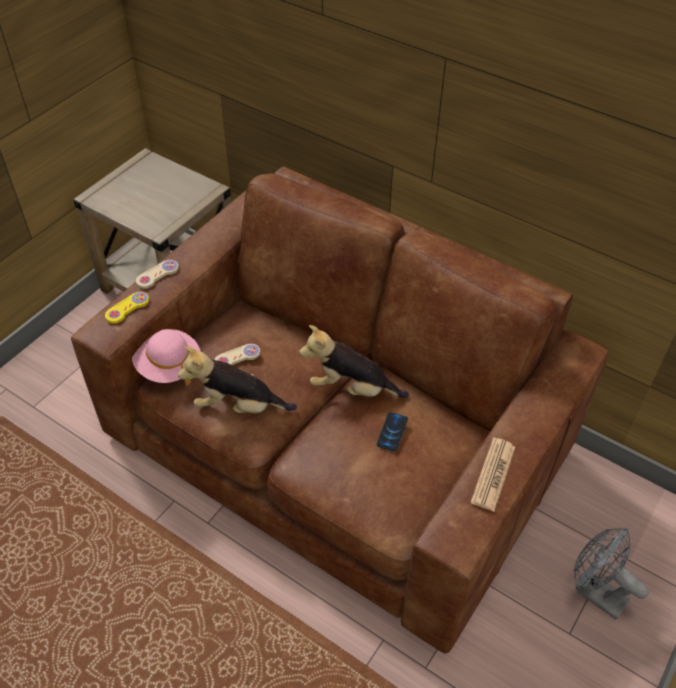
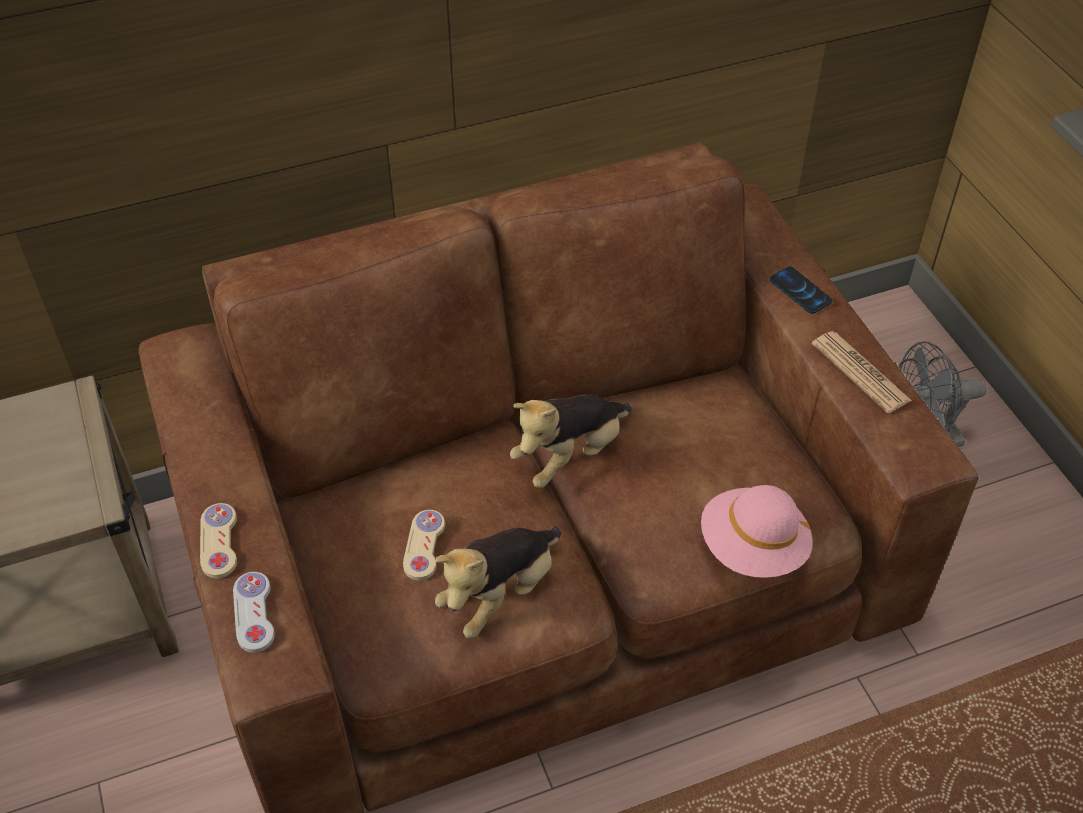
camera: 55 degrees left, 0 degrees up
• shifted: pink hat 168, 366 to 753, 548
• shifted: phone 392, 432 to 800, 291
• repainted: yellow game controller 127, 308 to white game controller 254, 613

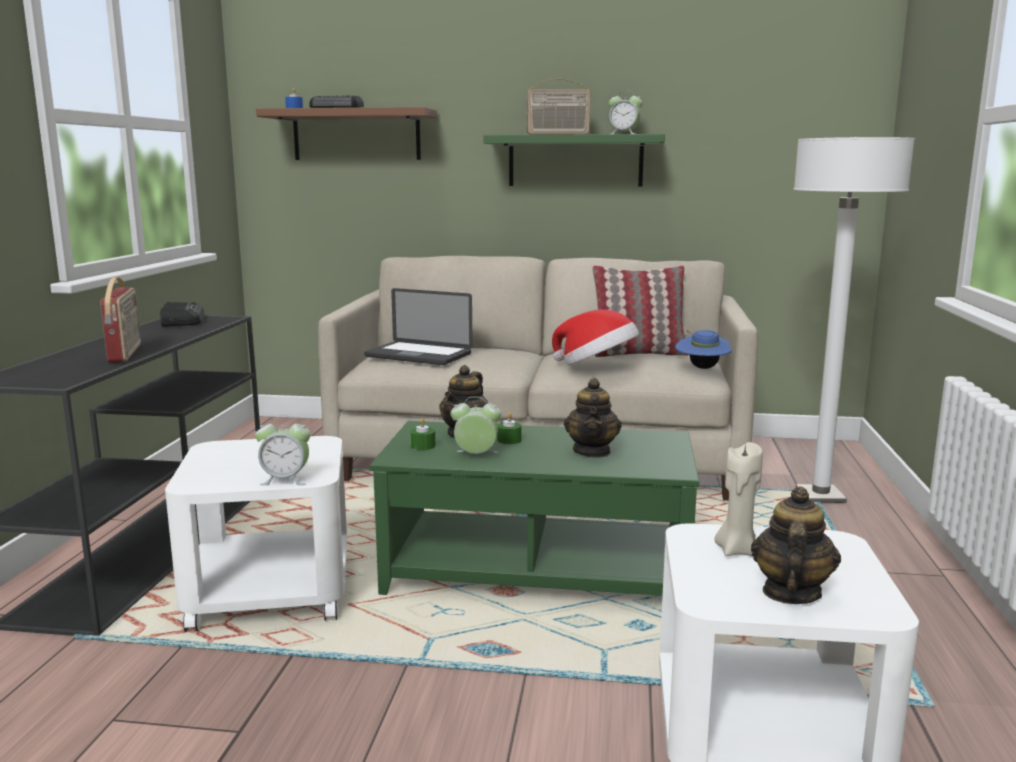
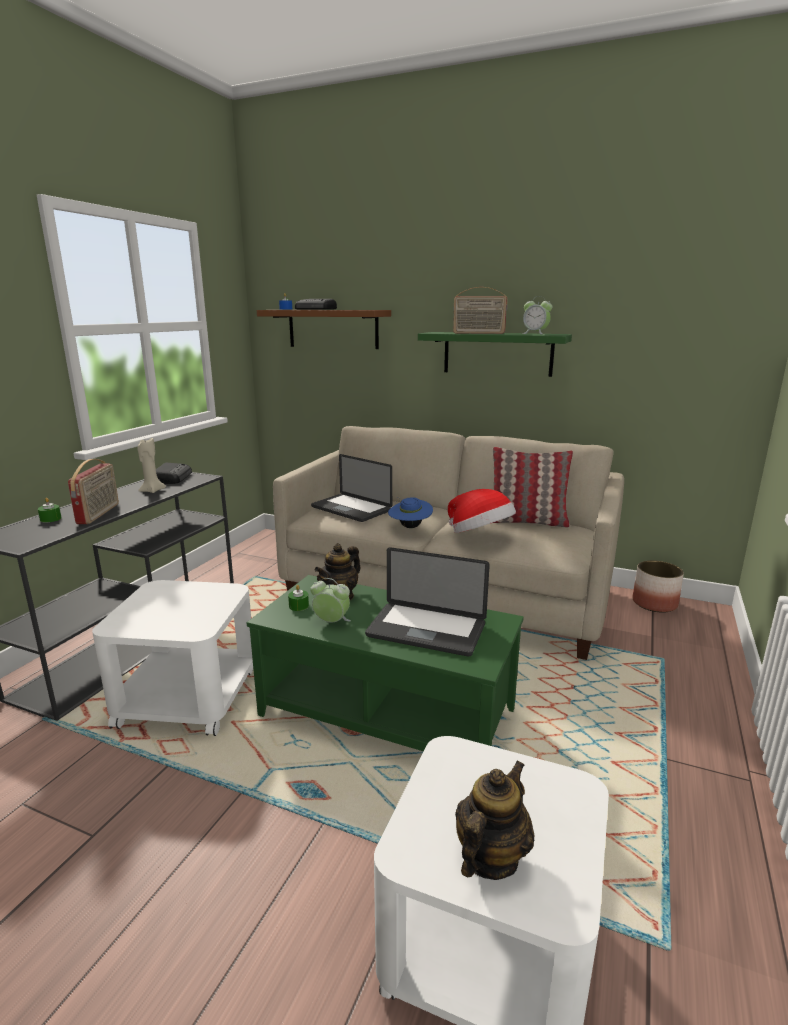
camera: 15 degrees right, 5 degrees up
• gone: alarm clock 285, 480
• gone: white floor lamp 820, 496
• new: planter 655, 603
• shifted: green candle 509, 440 to 50, 519
• shifted: blue hat 702, 368 to 410, 527
• shifted: beige candle 736, 550 to 152, 491
• swapped: teapot 592, 451 to laptop 426, 630

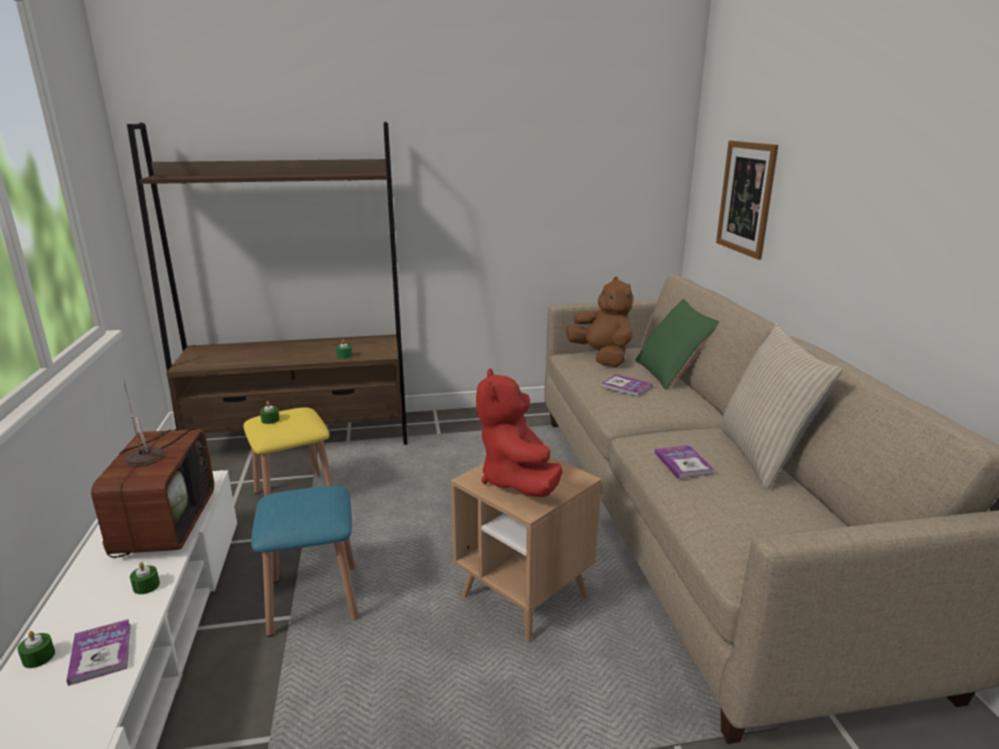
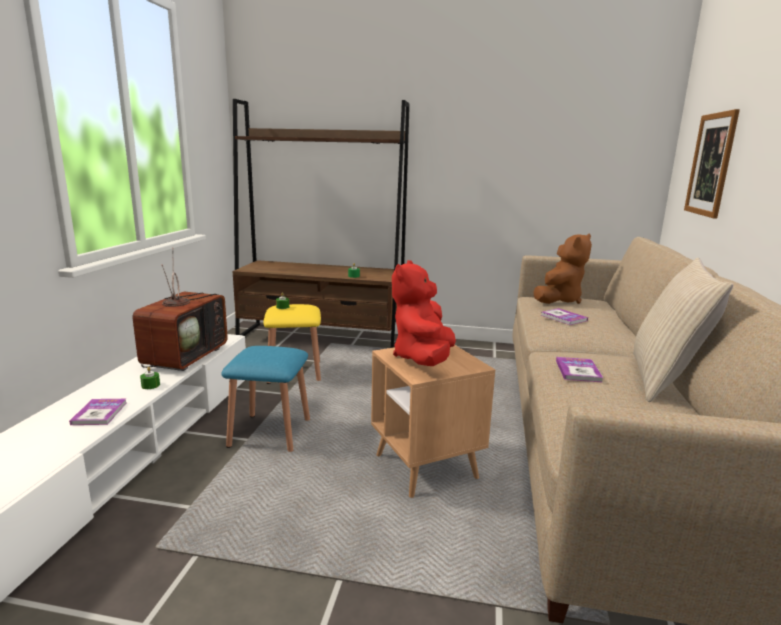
camera: 20 degrees right, 5 degrees down
• gone: green candle 39, 657
• gone: green pillow 671, 373
• rotated: brown plush toy 602, 357 = 558, 300 45 degrees clockwise

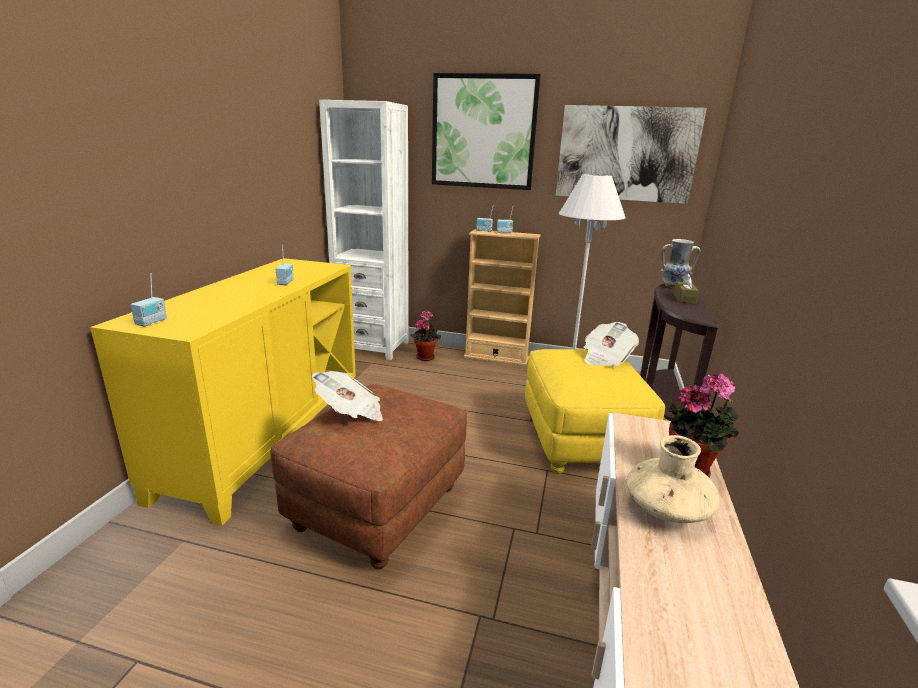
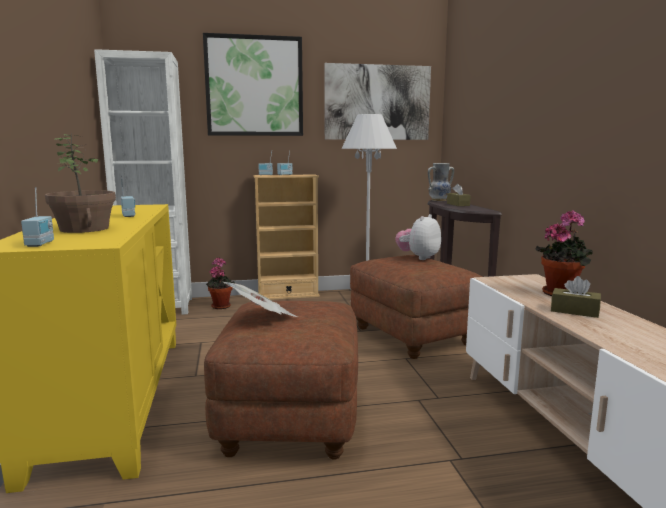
camera: 25 degrees left, 10 degrees down
• new: potted plant 85, 229
• swapped: newspaper 606, 358 to plush toy 418, 257
• swapped: beige vase 666, 509 to brown tissue box 574, 311
• repainted: yellow ottoman 581, 442 to brown ottoman 413, 335

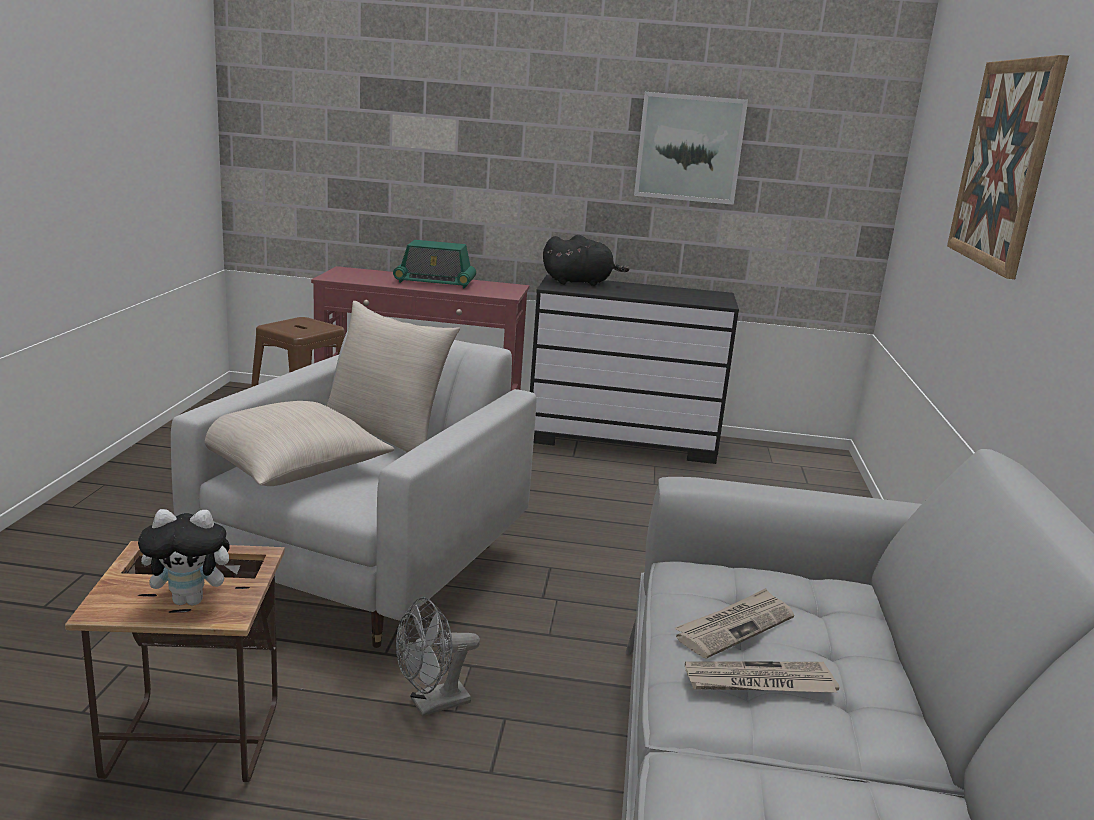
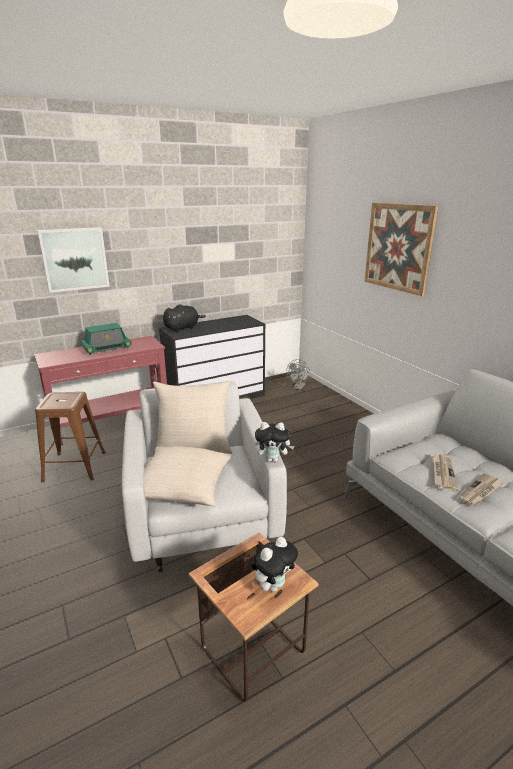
camera: 35 degrees left, 5 degrees up
• new: plush toy 273, 459
• shifted: grey fan 432, 704 to 298, 387
• shifted: picture 689, 148 to 74, 259

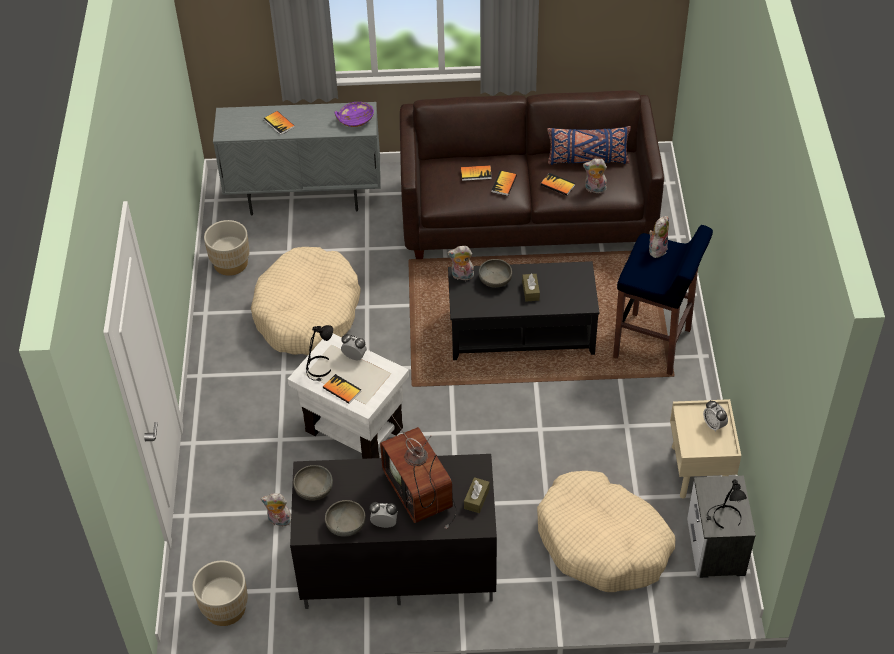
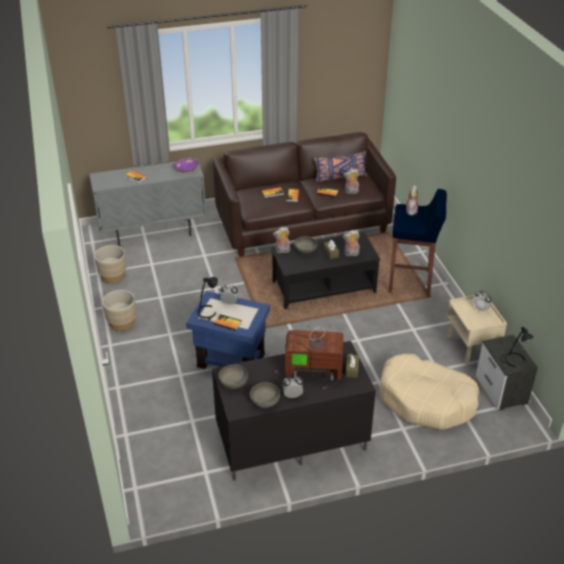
camera: 15 degrees left, 10 degrees down
• gone: beige dog bed 307, 313
• shifted: beige planter 225, 608 to 122, 322
• shifted: plush toy 279, 521 to 351, 254
• repainted: white side table 354, 428 to blue side table 231, 360
• rotated: television 421, 492 = 311, 372 135 degrees clockwise

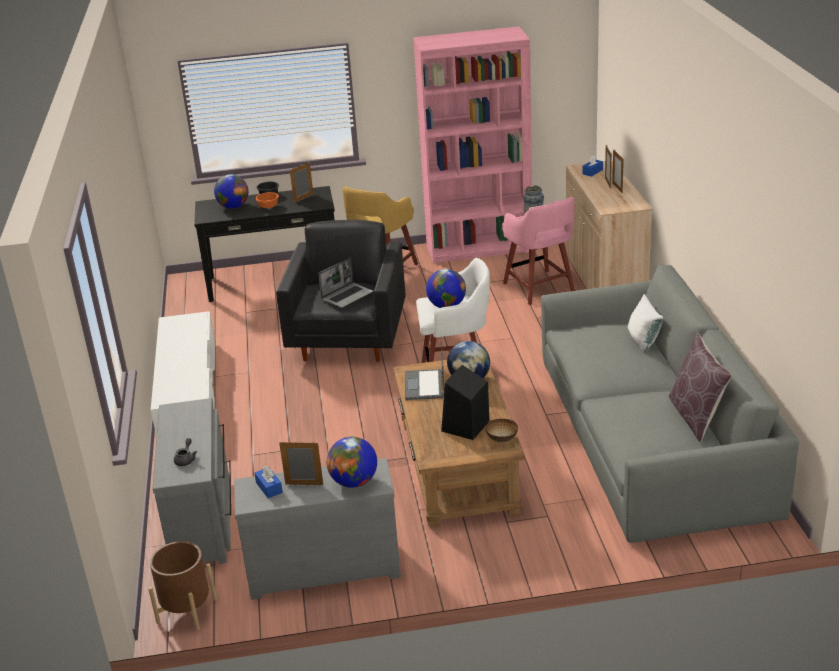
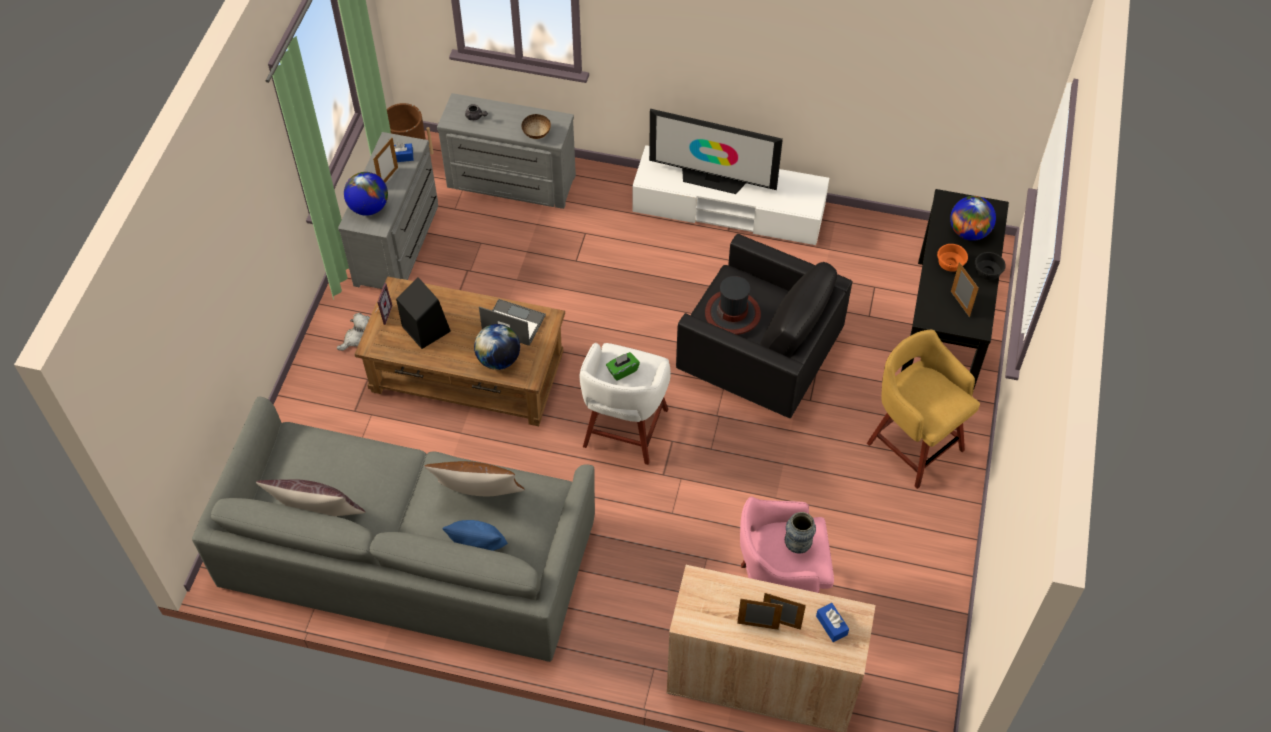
camera: 110 degrees right, 25 degrees up
• gone: pink bookcase 479, 248
• new: plush toy 357, 338
• new: picture frame 382, 314
• new: brown pillow 479, 497
• new: television 712, 179
• shifted: bowl 502, 439 to 536, 134
• swapped: laptop 347, 296 to hat 733, 313
• swapped: globe 446, 306 to green tissue box 622, 371
• repainted: white pillow 643, 341 to blue pillow 478, 546

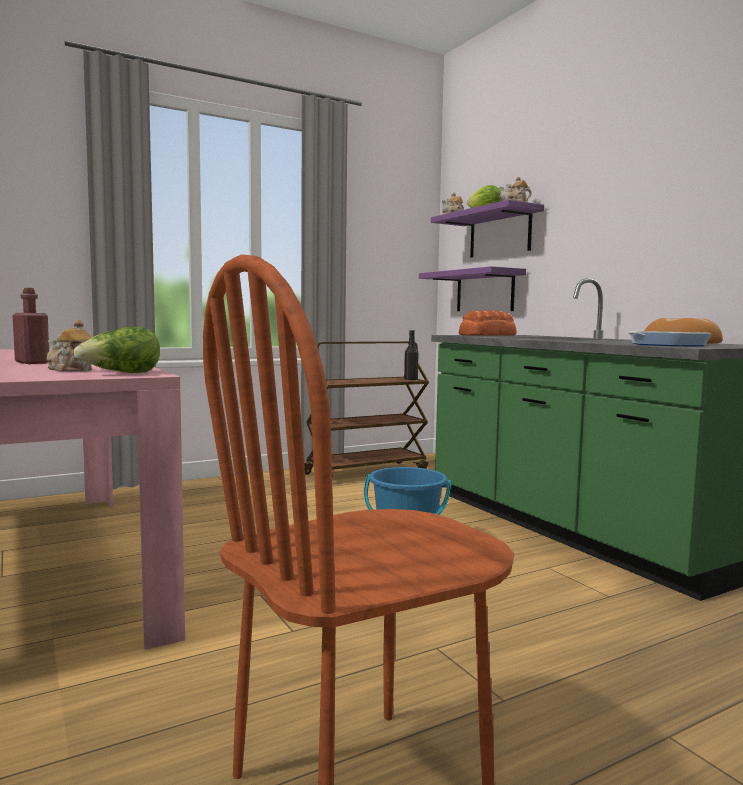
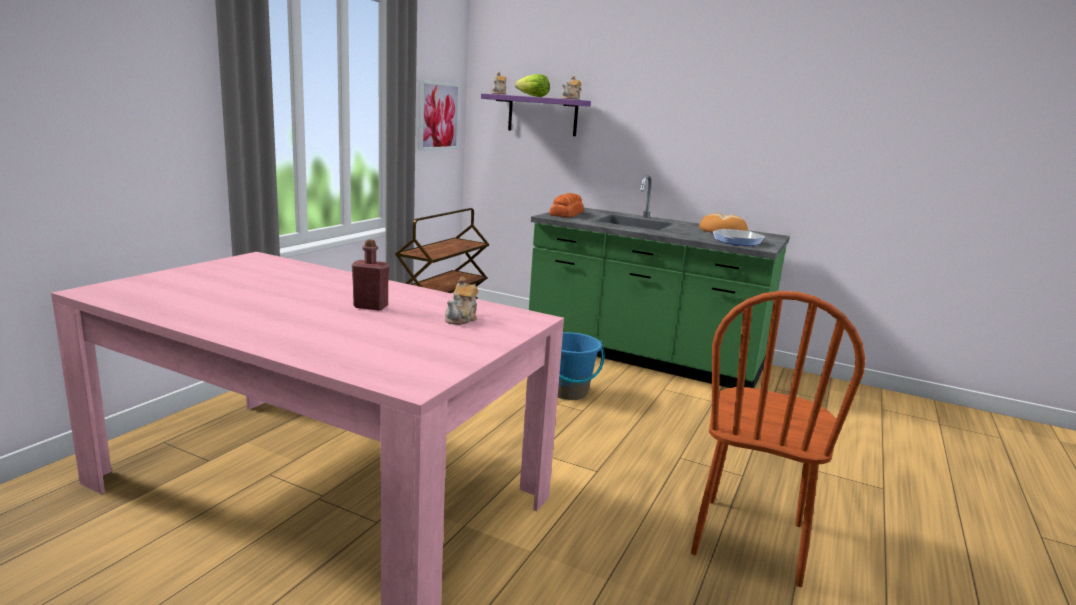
camera: 35 degrees left, 10 degrees up
• gone: lettuce 121, 373
• gone: black bottle 411, 379
• gone: purple shelf 485, 291
• new: picture 438, 116
• rotated: teapot 70, 370 = 462, 319 60 degrees counterclockwise

